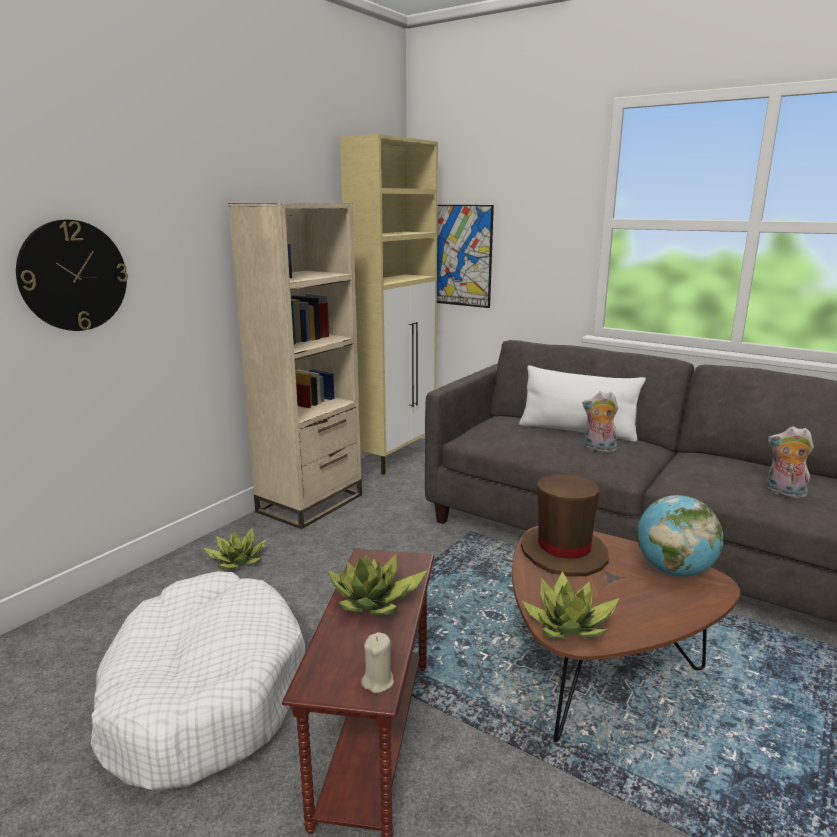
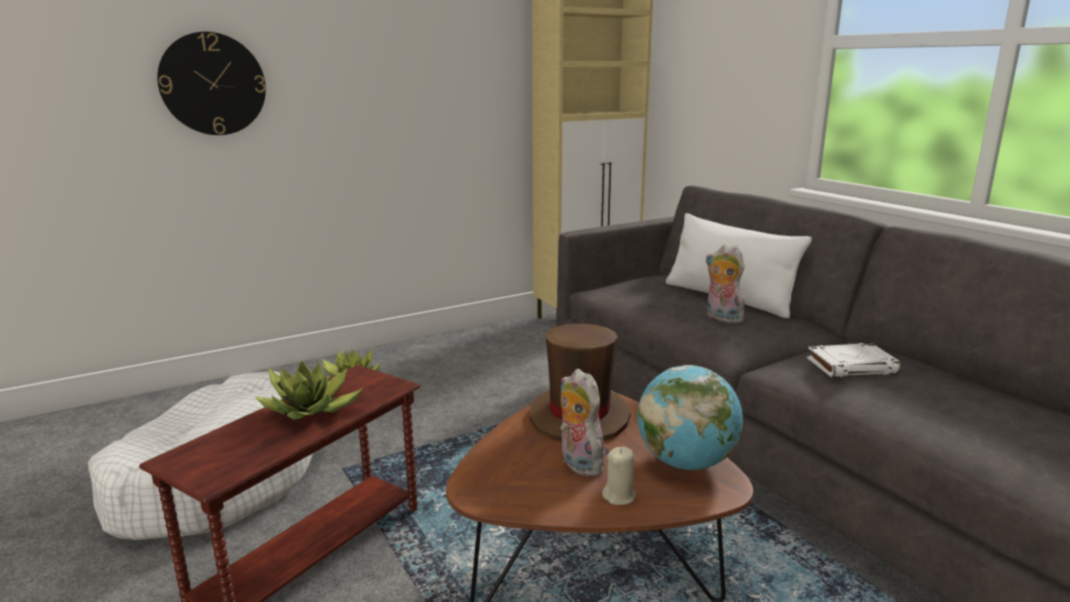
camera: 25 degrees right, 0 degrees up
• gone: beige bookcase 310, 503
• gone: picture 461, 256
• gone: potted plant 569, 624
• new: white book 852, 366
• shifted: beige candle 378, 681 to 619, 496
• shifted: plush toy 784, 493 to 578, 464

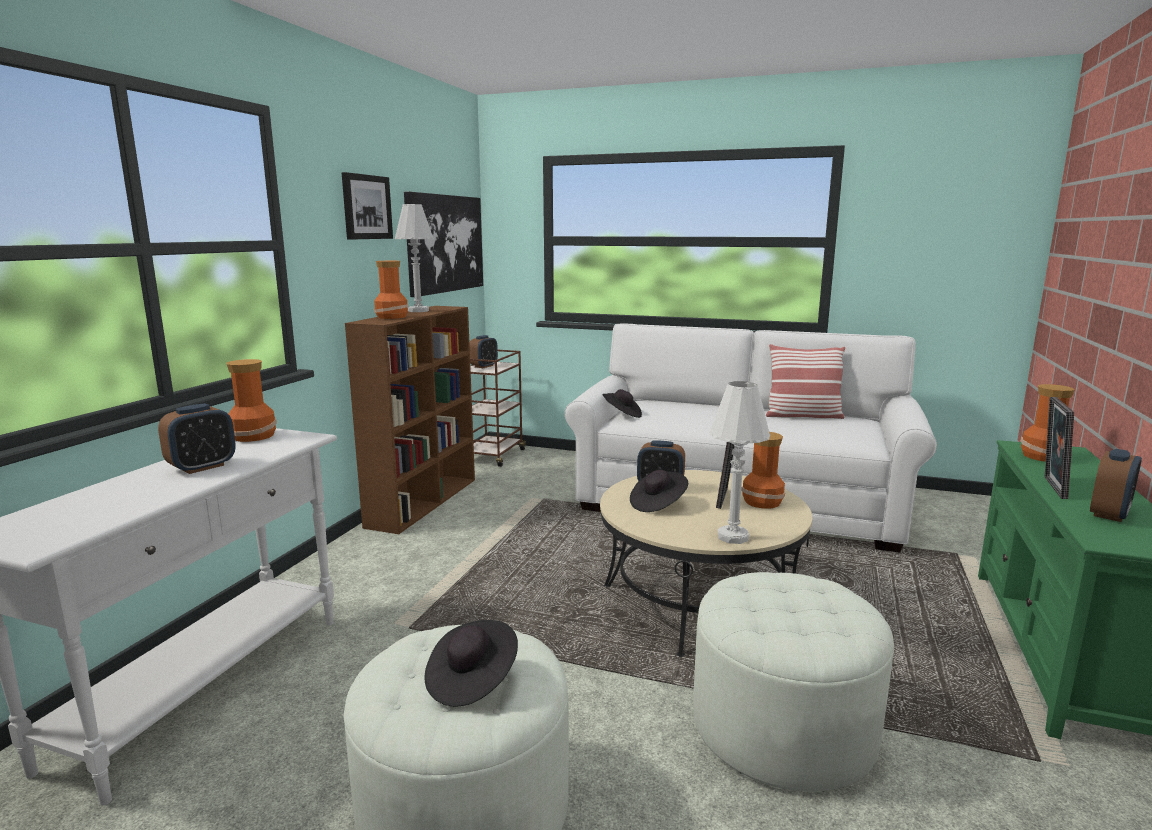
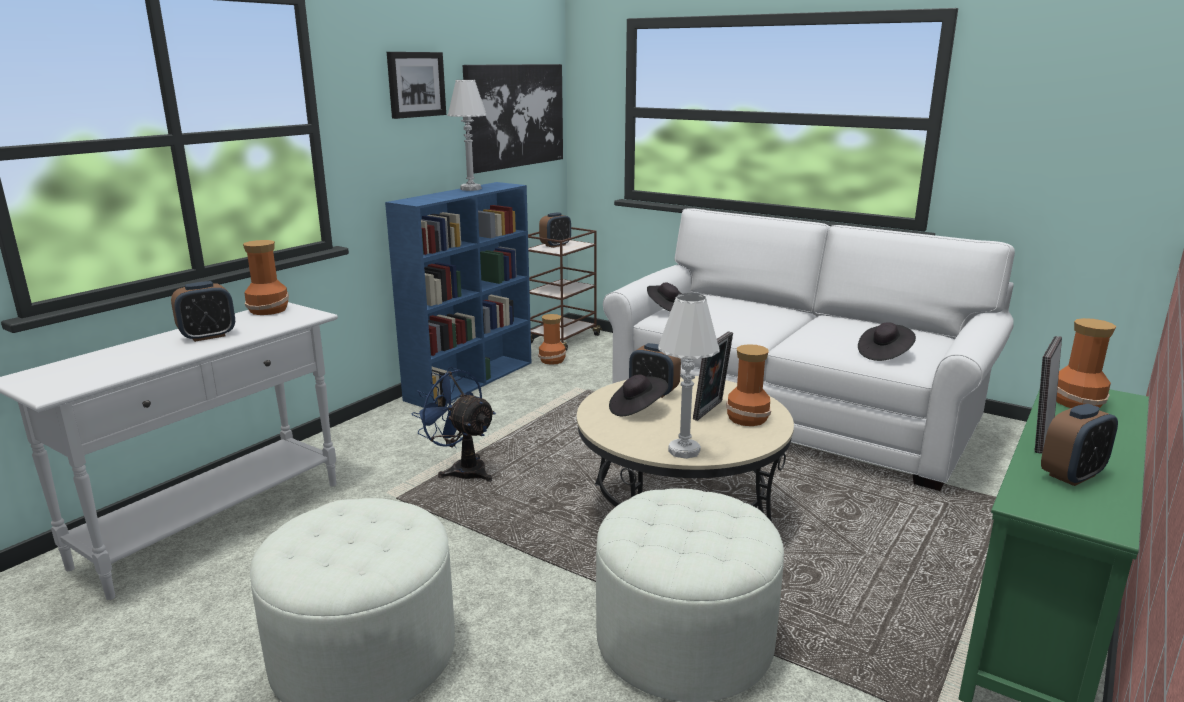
camera: 15 degrees right, 5 degrees up
• gone: pillow 803, 416
• new: blue fan 462, 469
• shifted: vase 392, 317 to 552, 360
• shifted: black hat 472, 681 to 884, 354
• repainted: brown bookcase 424, 501 to blue bookcase 471, 380

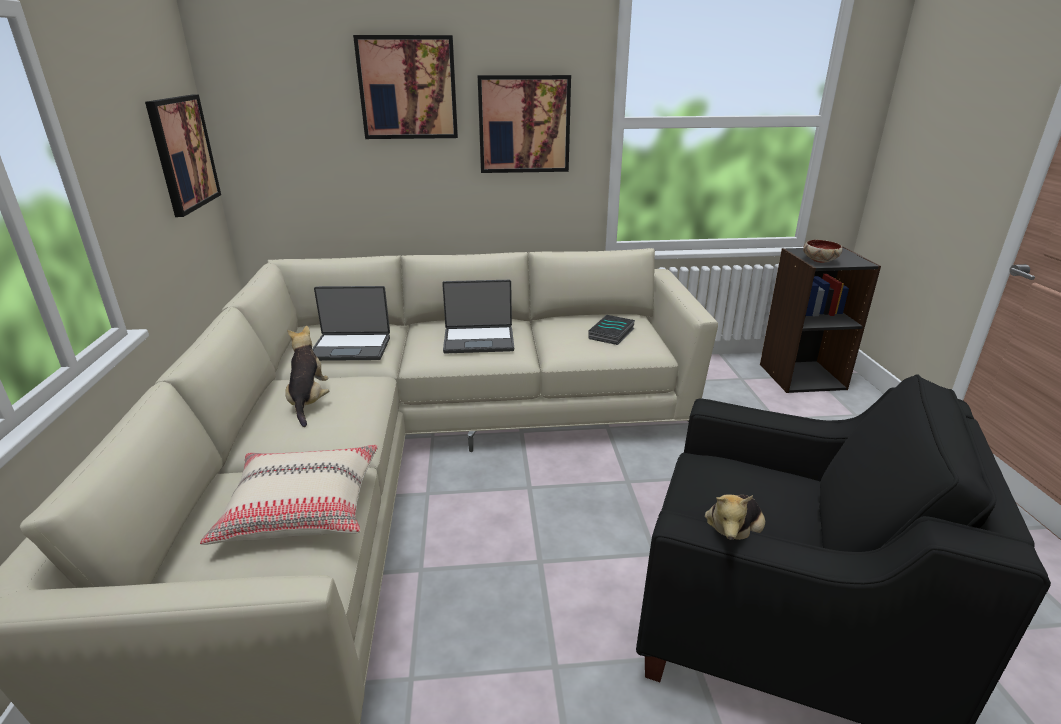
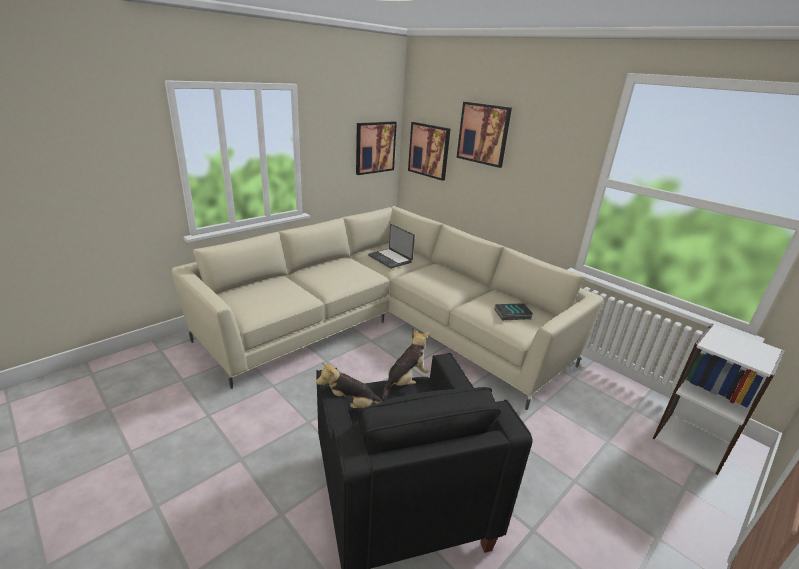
camera: 50 degrees right, 0 degrees up
• gone: beige pillow 302, 507
• gone: laptop 479, 340
• gone: bowl 819, 261
• shifted: plush toy 309, 401 to 405, 381
• shifted: picture 524, 124 to 429, 150
• repainted: black bookcase 801, 376 to white bookcase 692, 441

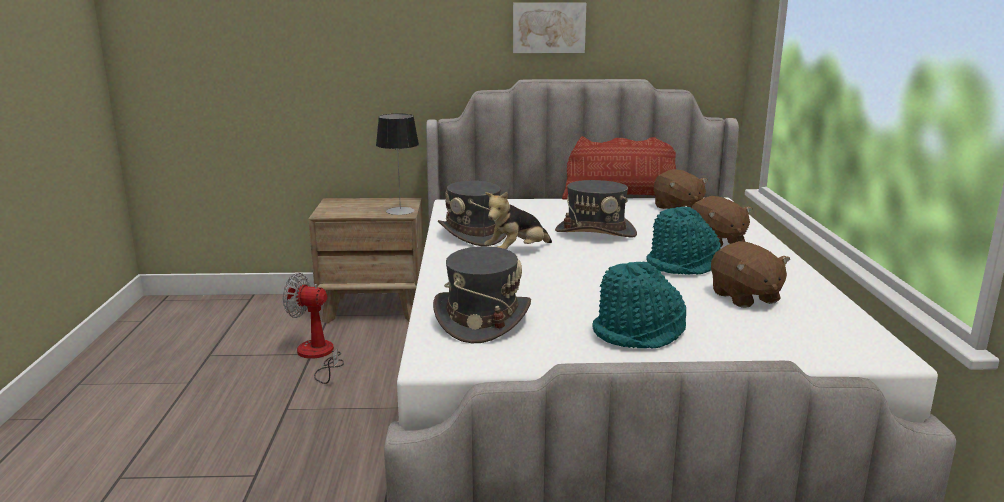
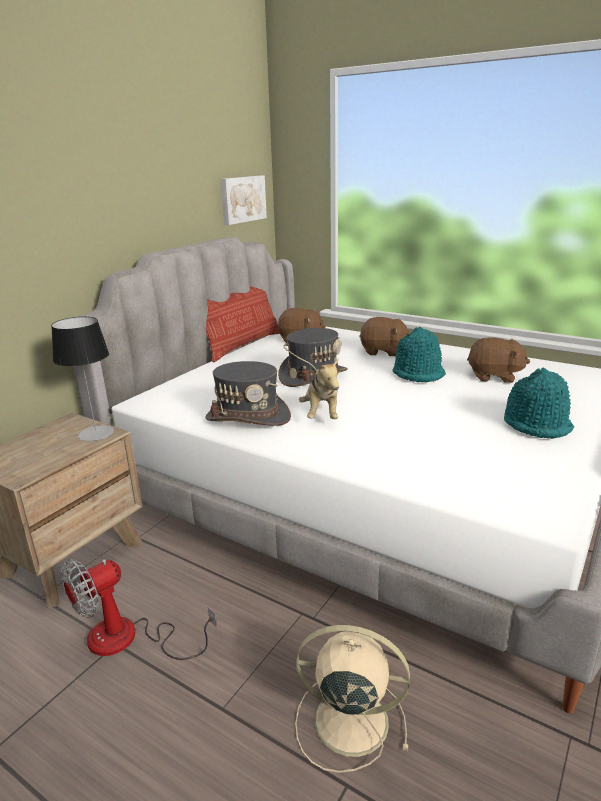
camera: 55 degrees left, 5 degrees up
• gone: grey hat 482, 320
• new: beige fan 347, 720
• shifted: picture 548, 27 to 242, 199

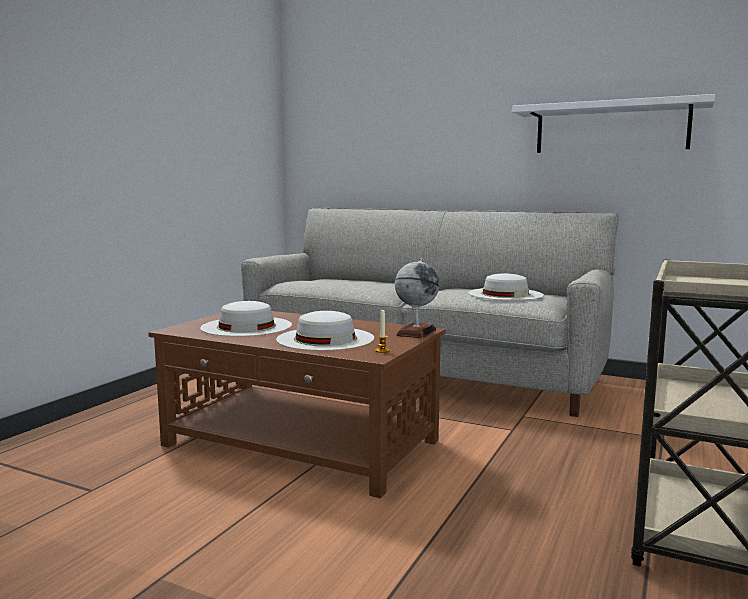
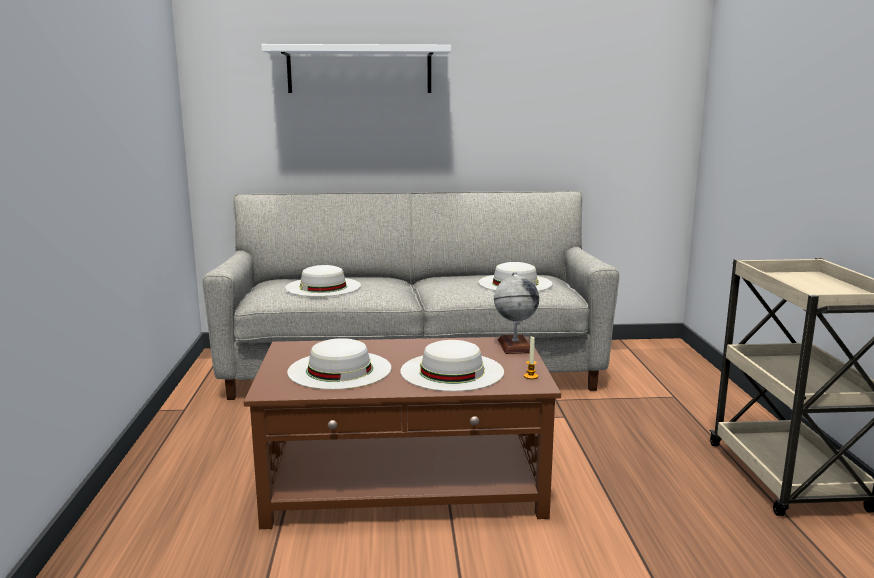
camera: 30 degrees left, 5 degrees up
• new: white hat 323, 287
• shifted: white shelf 611, 128 to 359, 70

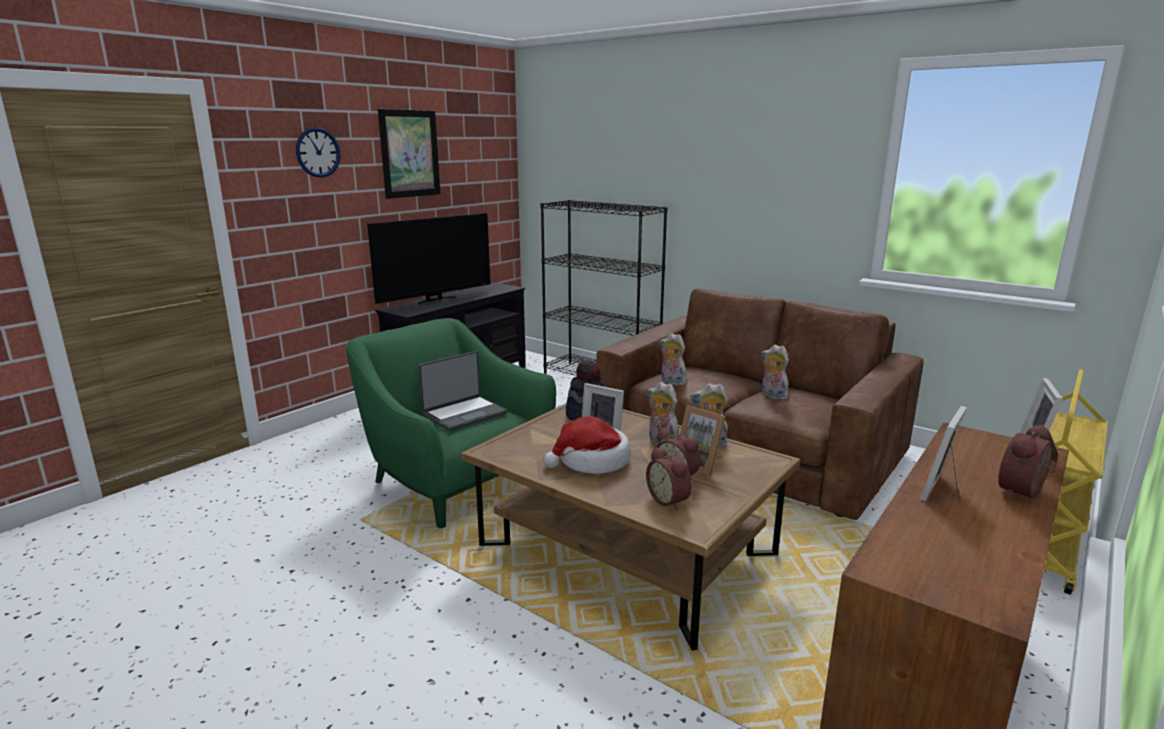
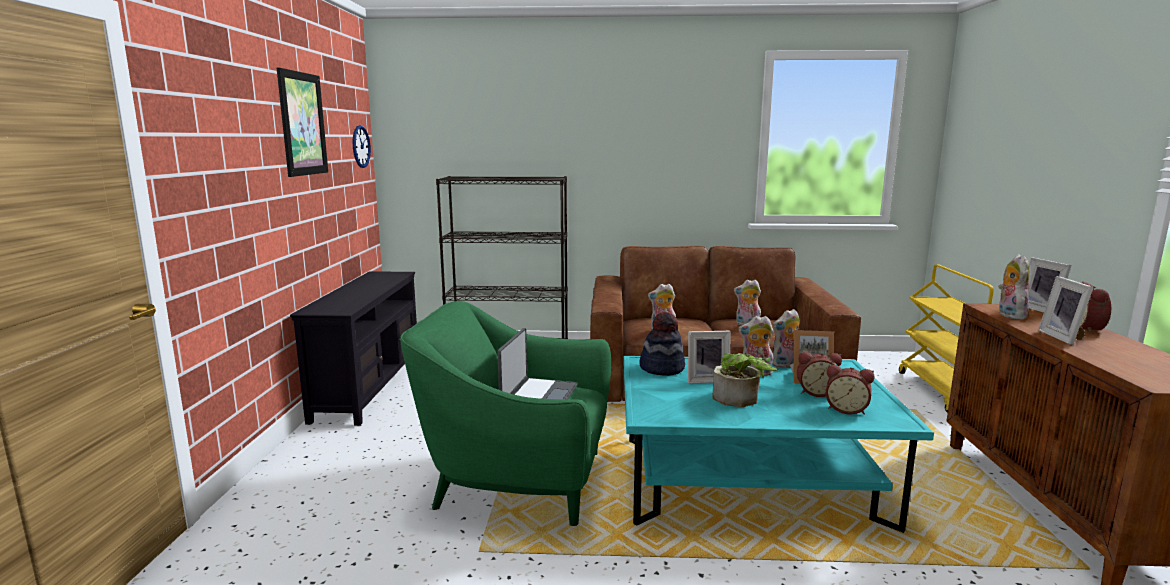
camera: 35 degrees left, 5 degrees down
• gone: television 435, 299
• new: plush toy 1008, 315
• shifted: wall clock 318, 152 to 360, 146
• swapped: hat 592, 461 to potted plant 740, 400
• repainted: brown coffee table 627, 550 to turquoise coffee table 749, 481

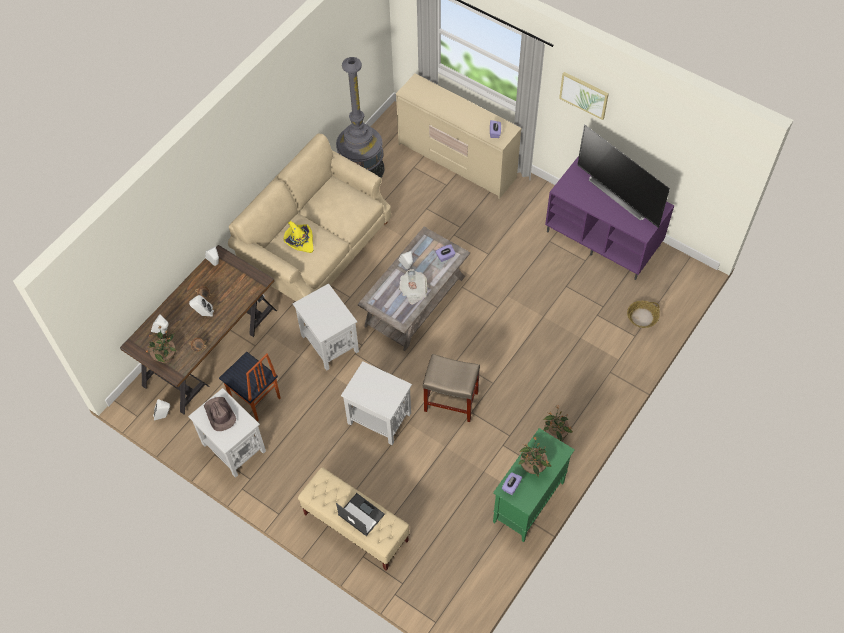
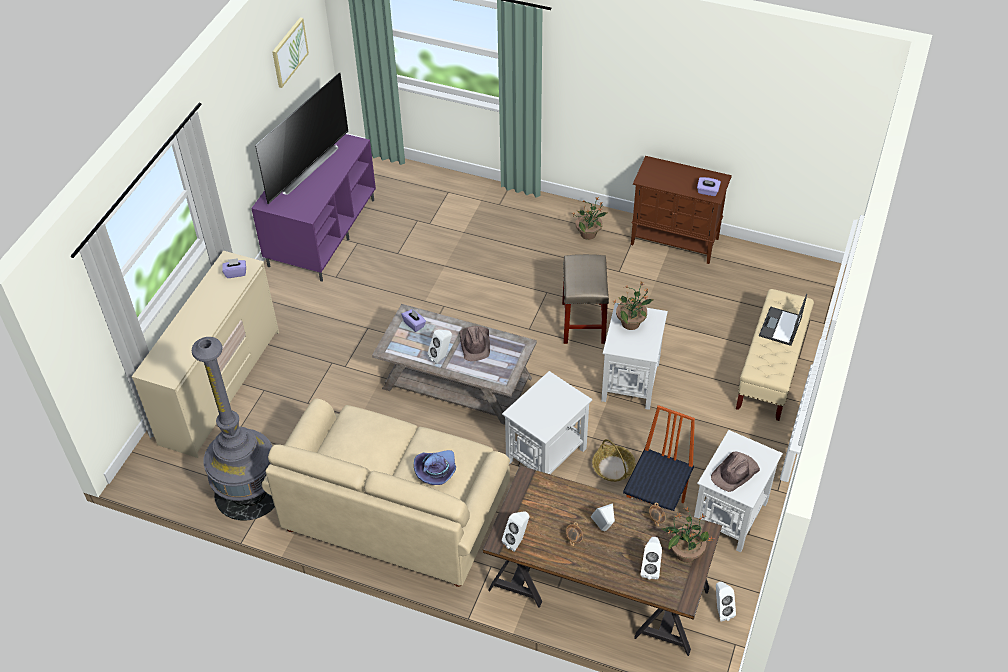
camera: 105 degrees left, 10 degrees down
• shifted: potted plant 533, 467 to 631, 323
• shifted: picture 584, 95 to 289, 52
• shifted: basket 642, 317 to 613, 467
• swapped: newspaper 413, 291 to brown hat 475, 344
• repainted: yellow hat 299, 241 to purple hat 436, 471
• repainted: green cabinet 528, 503 to brown cabinet 675, 241

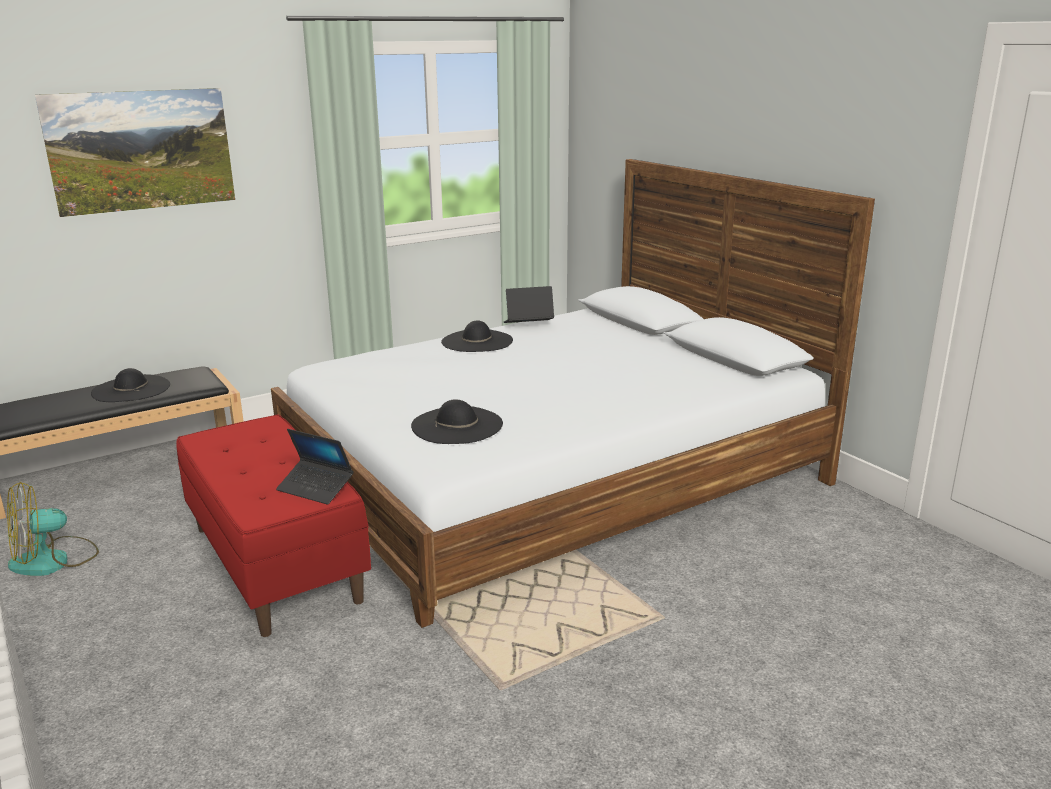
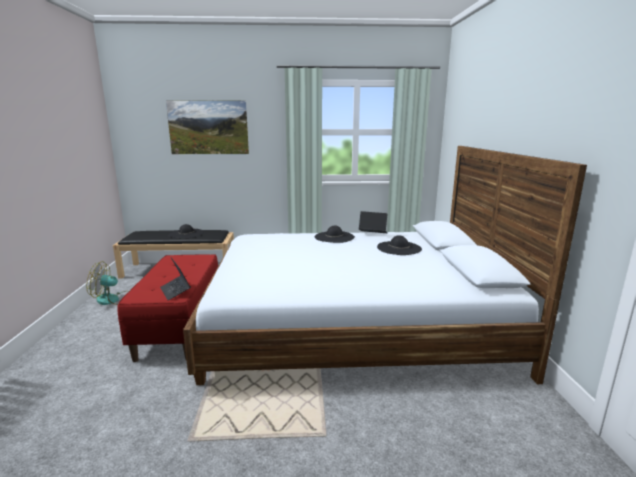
camera: 30 degrees right, 5 degrees down
• shifted: black hat 457, 425 to 399, 248

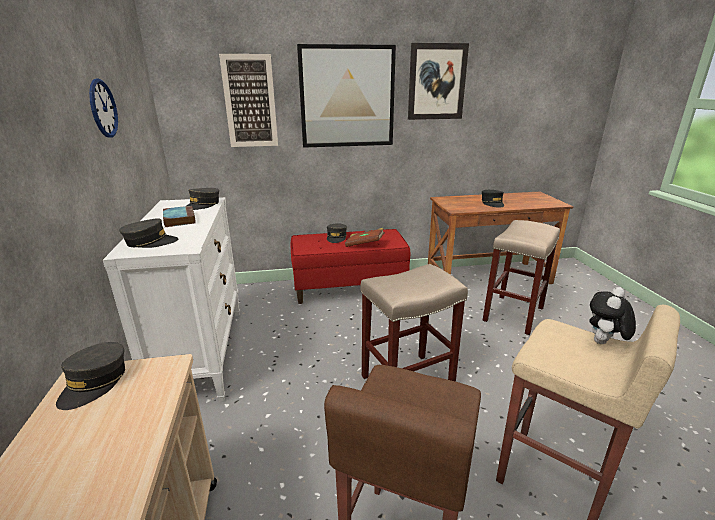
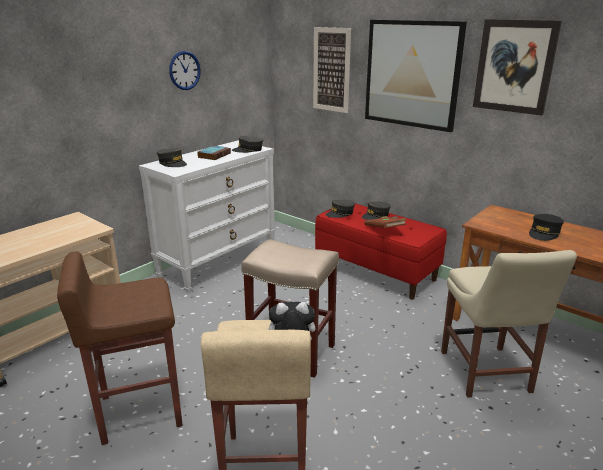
camera: 50 degrees right, 0 degrees up
• shifted: grey cap 95, 382 to 340, 213
• swapped: beige stool 513, 314 to beige chair 486, 374

